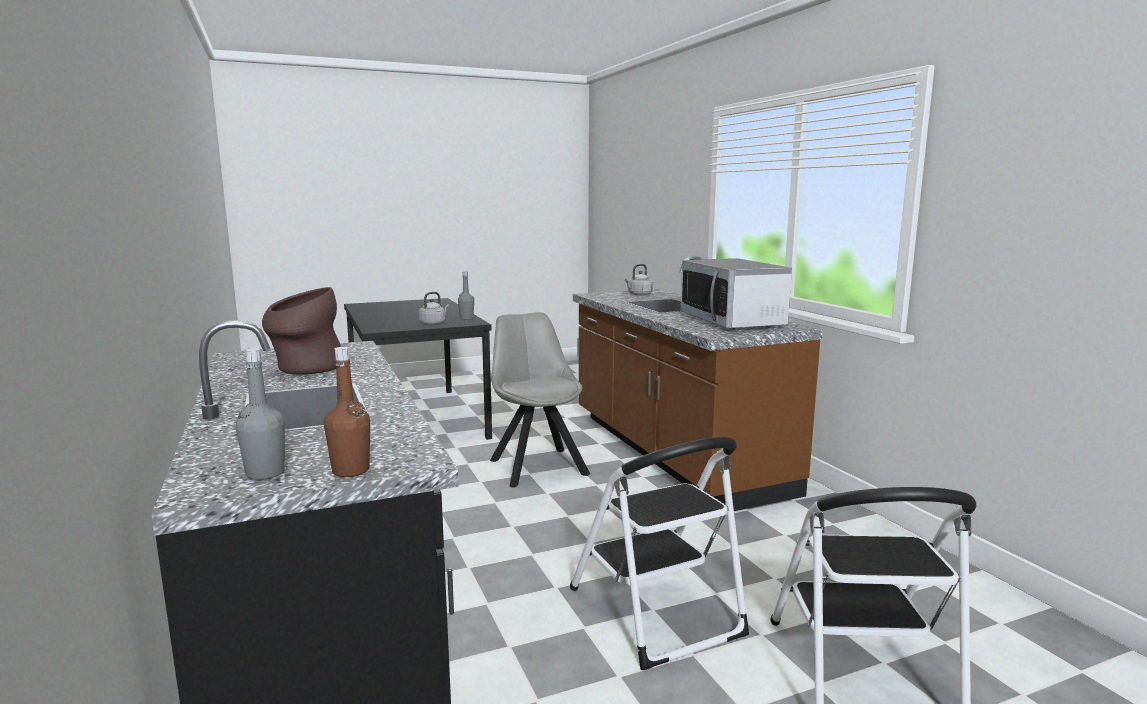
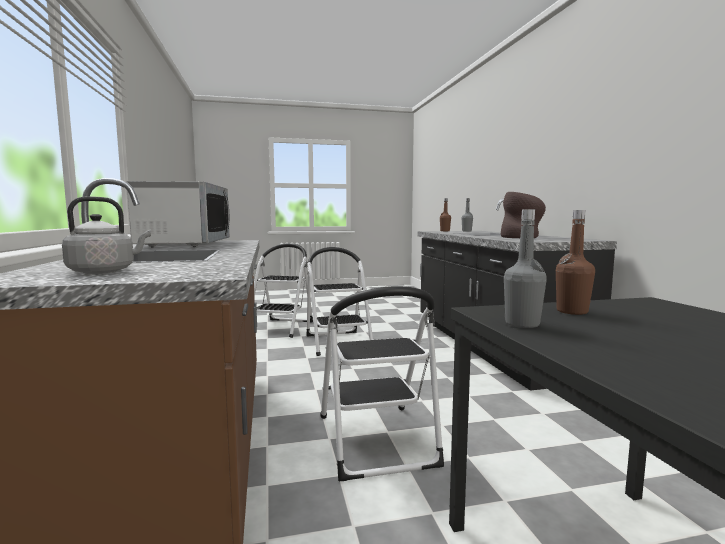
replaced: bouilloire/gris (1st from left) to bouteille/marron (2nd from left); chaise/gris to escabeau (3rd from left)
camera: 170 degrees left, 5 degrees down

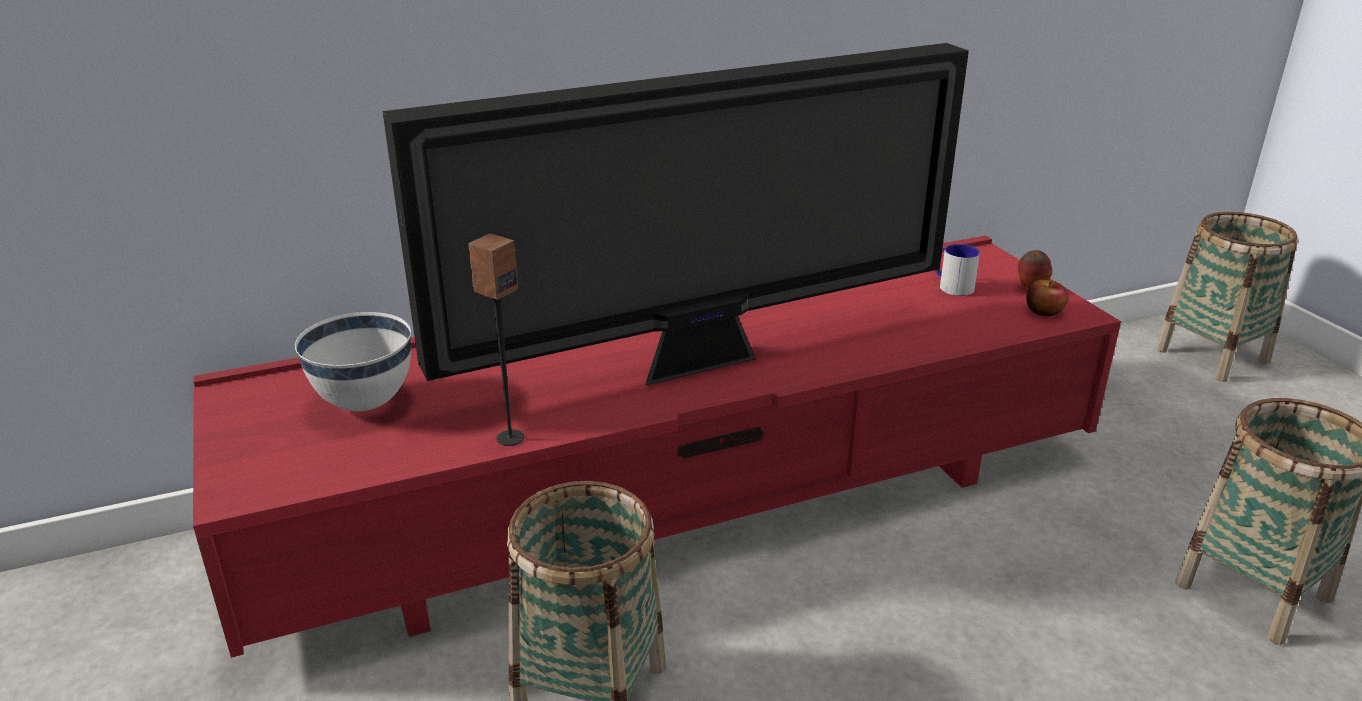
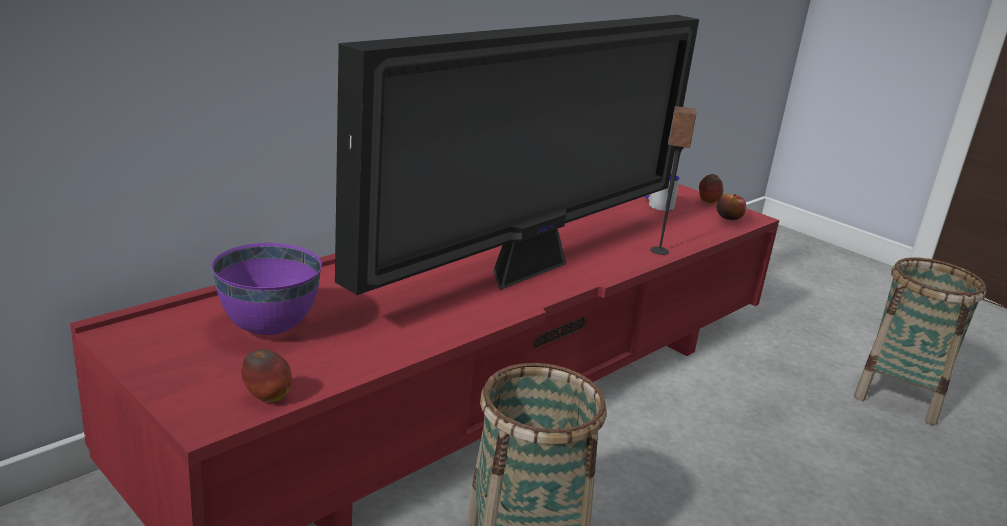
removed: panier (2nd from left)
added: pomme (1st from left)
moved: enceinte
recoloured: bol/blanc to bol/violet
camera: 25 degrees left, 5 degrees down

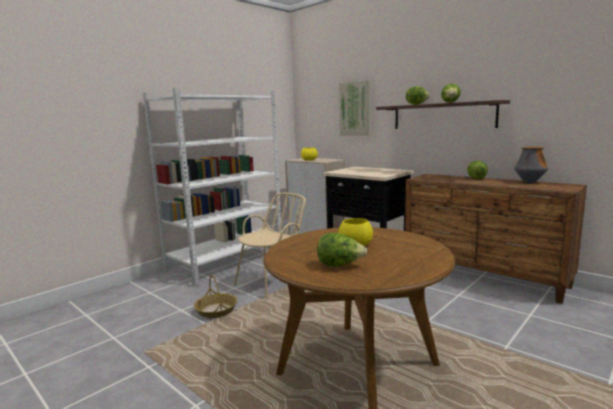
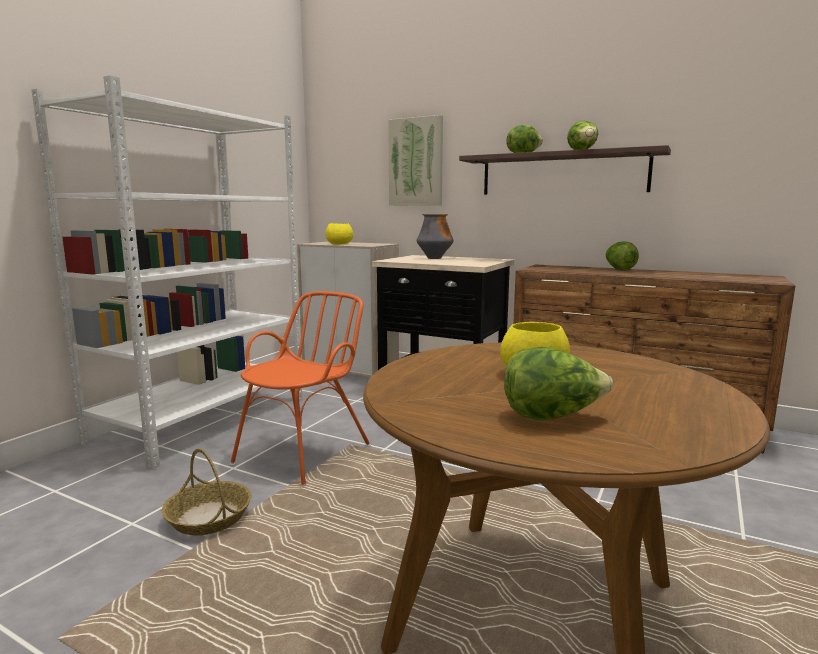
moved: vase
recoloured: chaise/beige to chaise/orange
camera: 15 degrees left, 0 degrees up

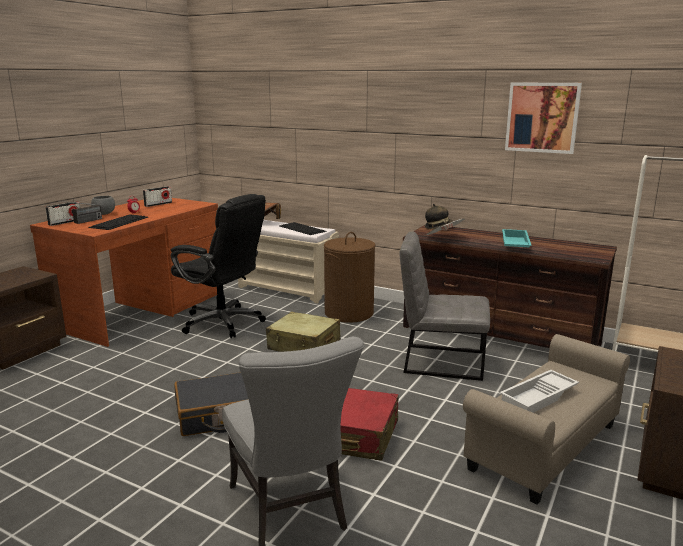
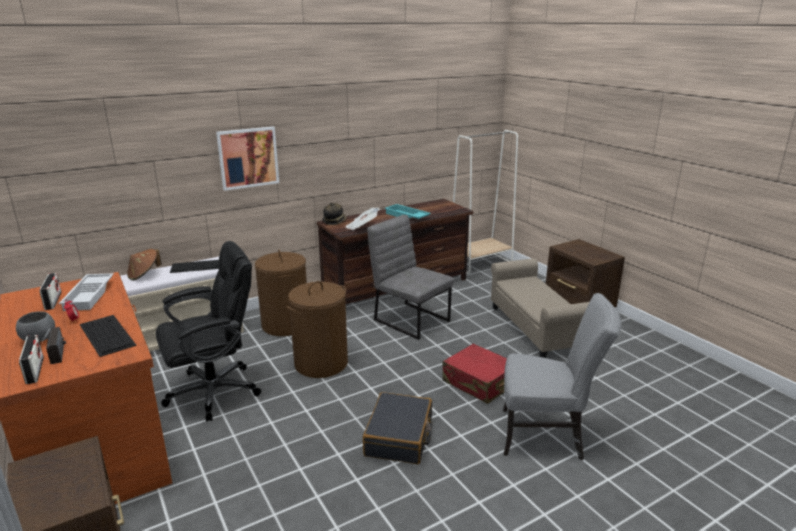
moved: plateau/blanc; tableau
replaced: valise/beige to panier à linge/marron (2nd from left)
turned: chaise/gris (2nd from left in the first image) 90 degrees clockwise
camera: 60 degrees left, 5 degrees up

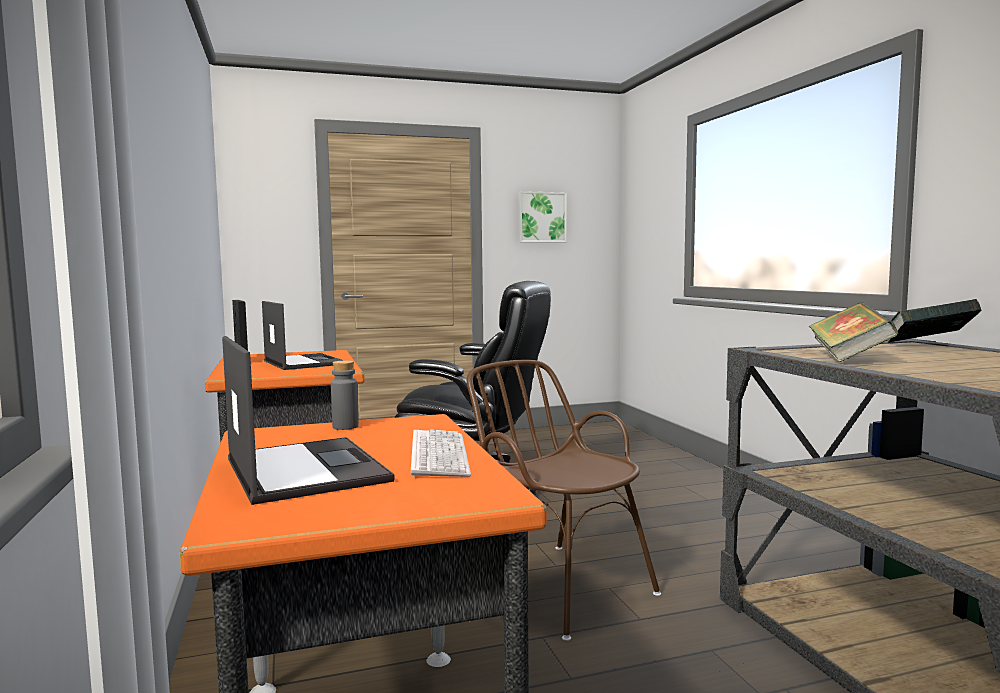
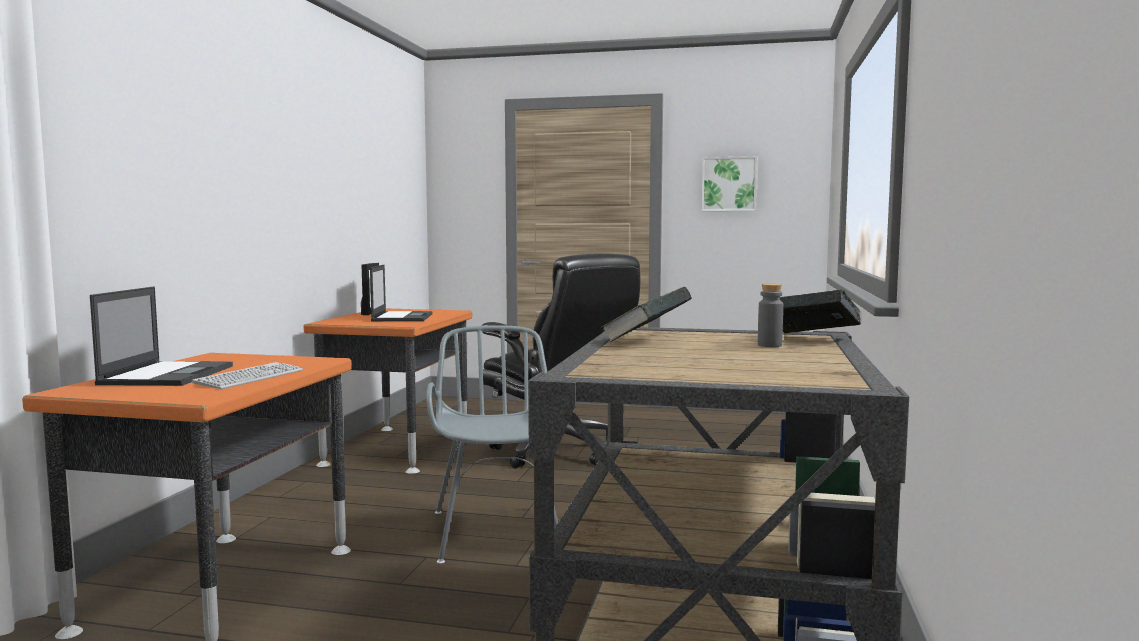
moved: bouteille/gris
recoloured: chaise/marron to chaise/gris
camera: 30 degrees right, 0 degrees up

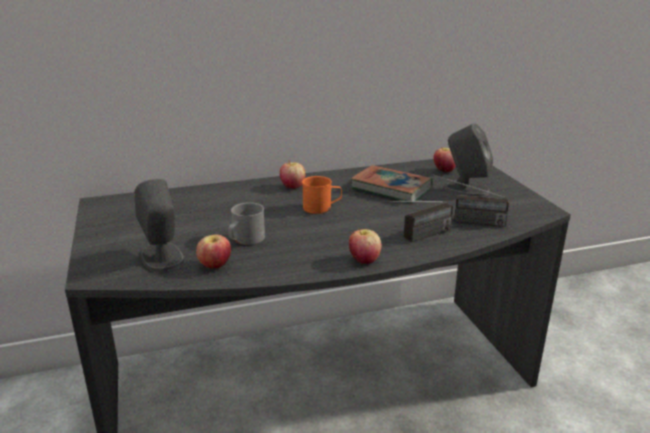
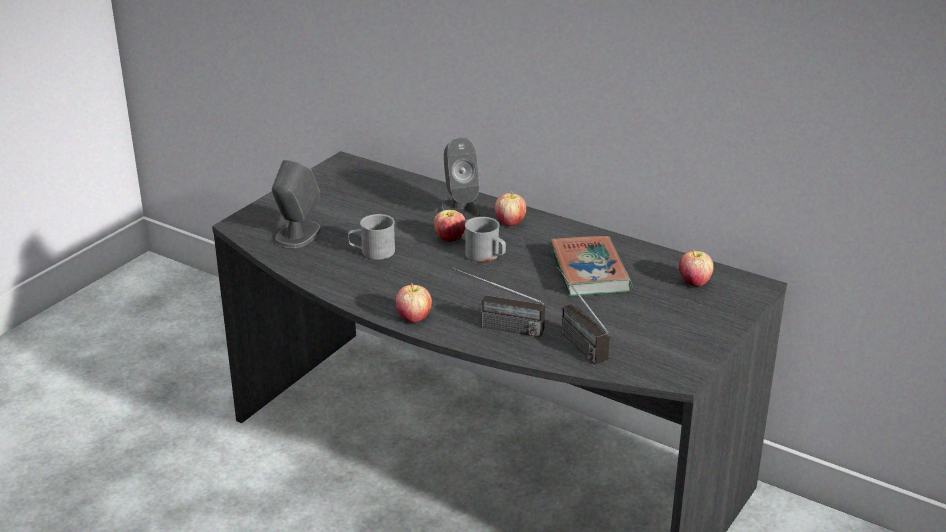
moved: pomme (1st from left in the first image) to pomme (2nd from left); enceinte/gris (2nd from left)
recoloured: mug/orange to mug/gris (2nd from left)
camera: 50 degrees right, 5 degrees up

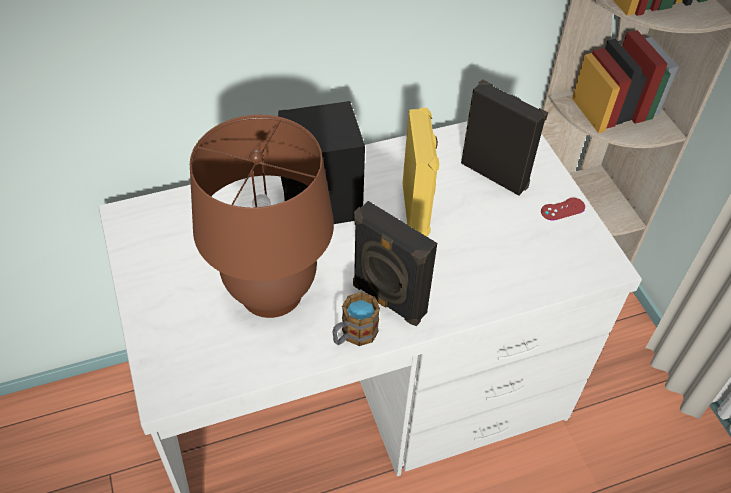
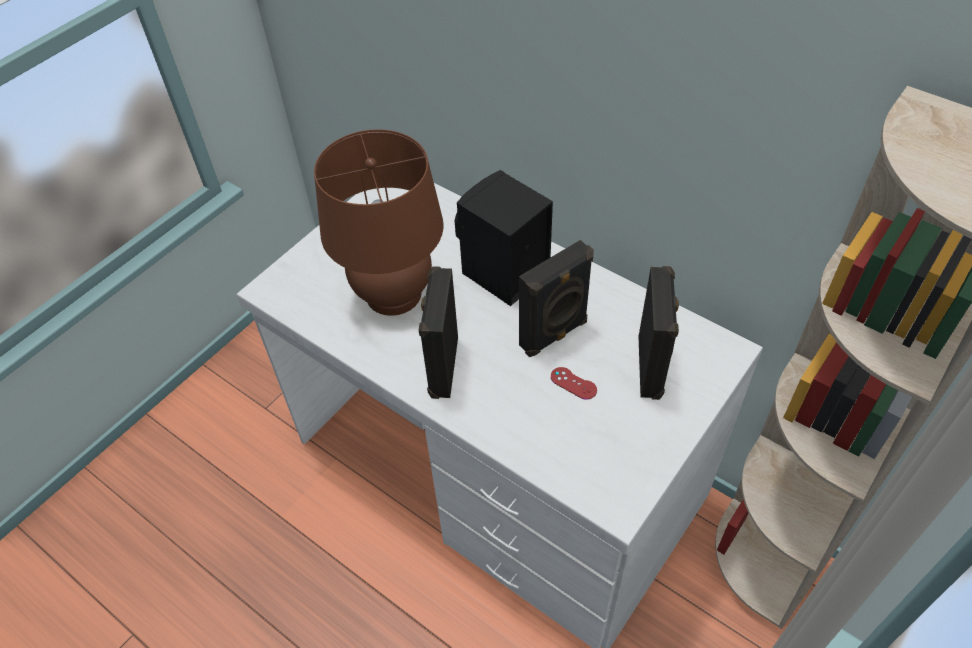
removed: mug
moved: manette/rouge
recoloured: enceinte/jaune to enceinte/noir (3rd from left)
camera: 60 degrees right, 0 degrees up

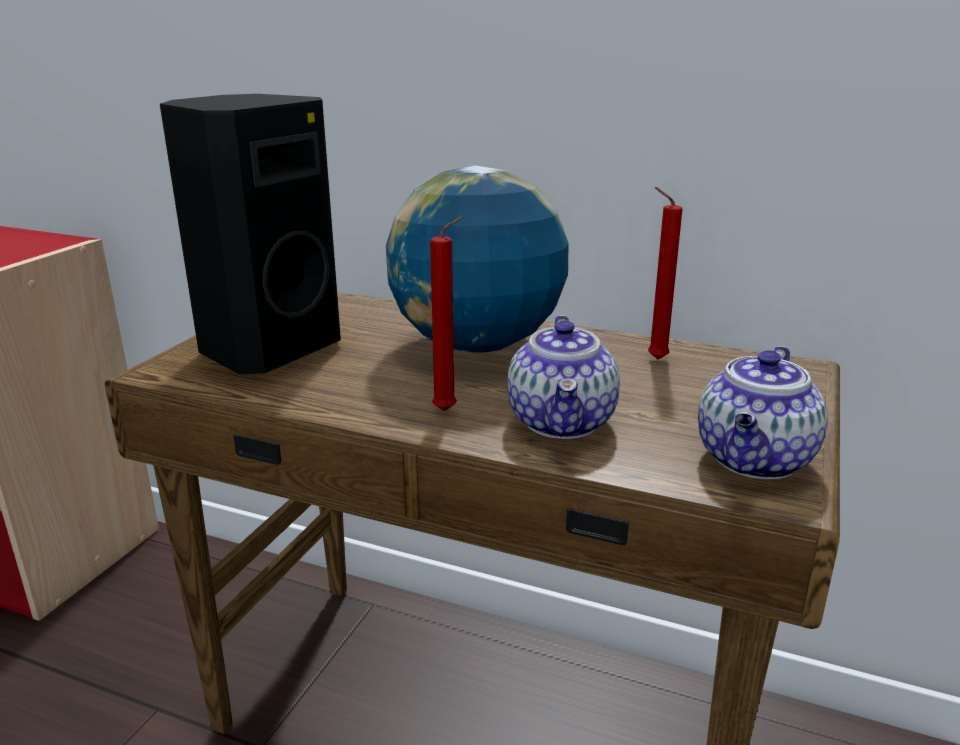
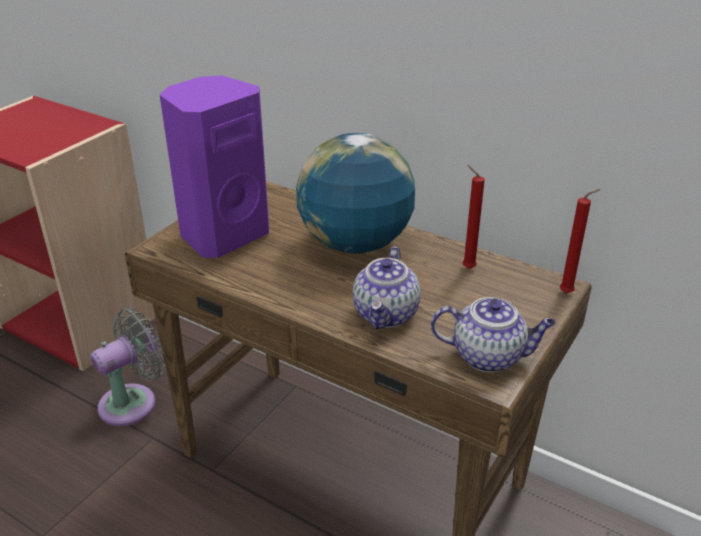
added: ventilateur/gris
moved: bougie/rouge (1st from left in the first image) to bougie/rouge (2nd from left)
recoloured: enceinte/noir to enceinte/violet
turned: théière (2nd from left) 120 degrees counterclockwise
camera: 10 degrees right, 10 degrees up

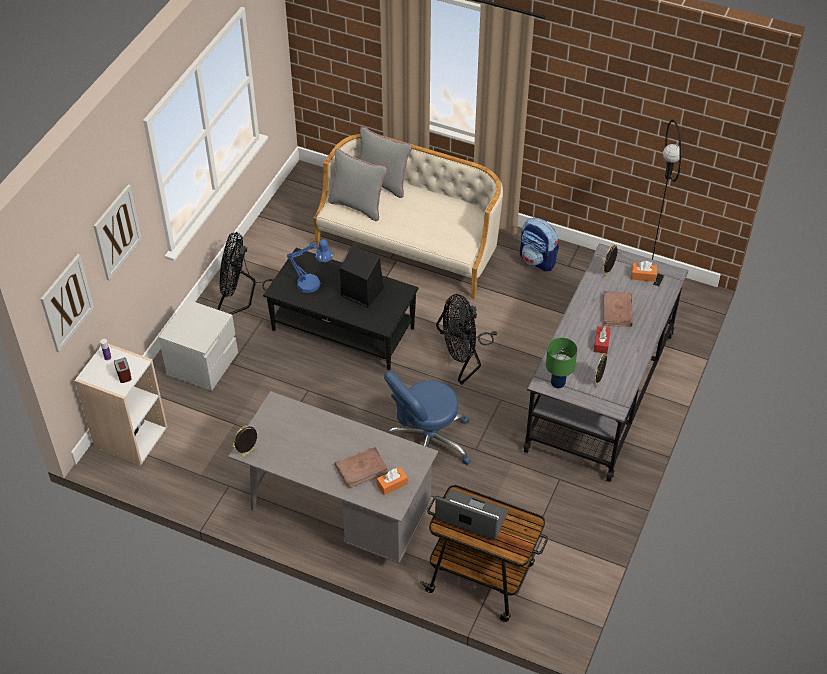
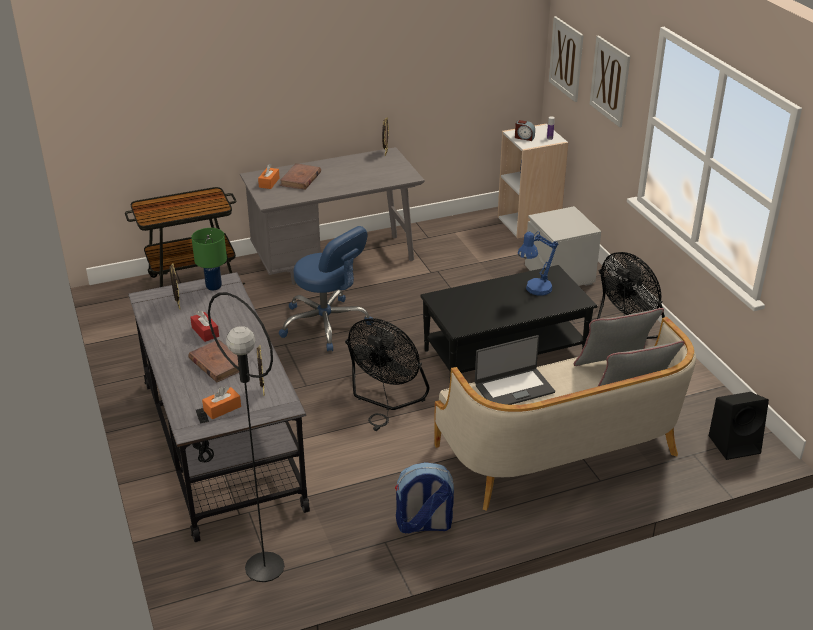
moved: enceinte/noir; ordinateur portable
turned: chaise de bureau/bleu 120 degrees clockwise
camera: 135 degrees right, 15 degrees down

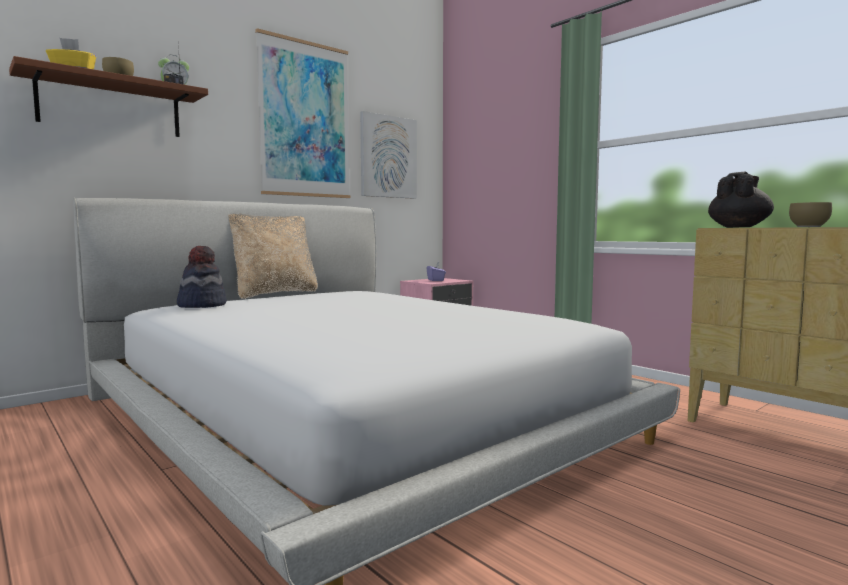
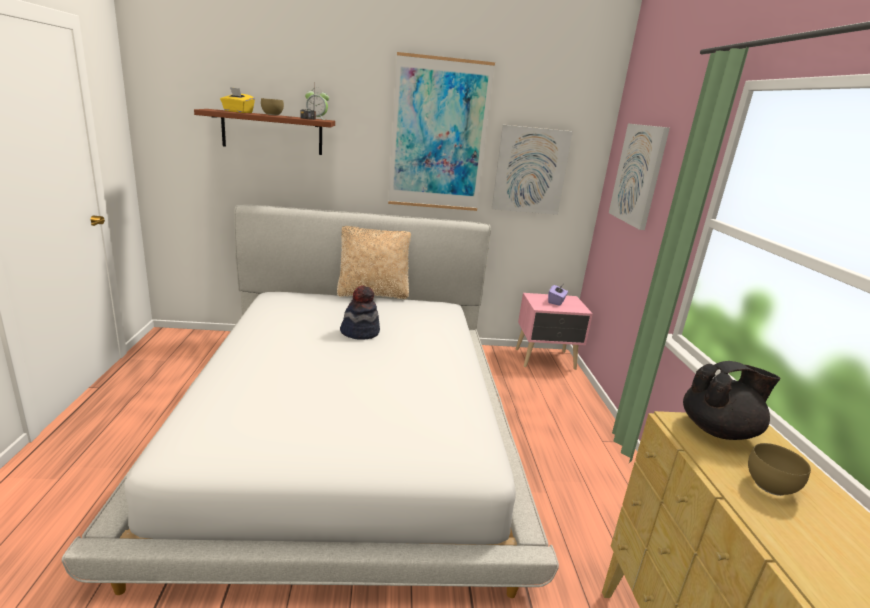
added: tableau (3rd from left)
moved: chapeau
camera: 35 degrees right, 15 degrees up

